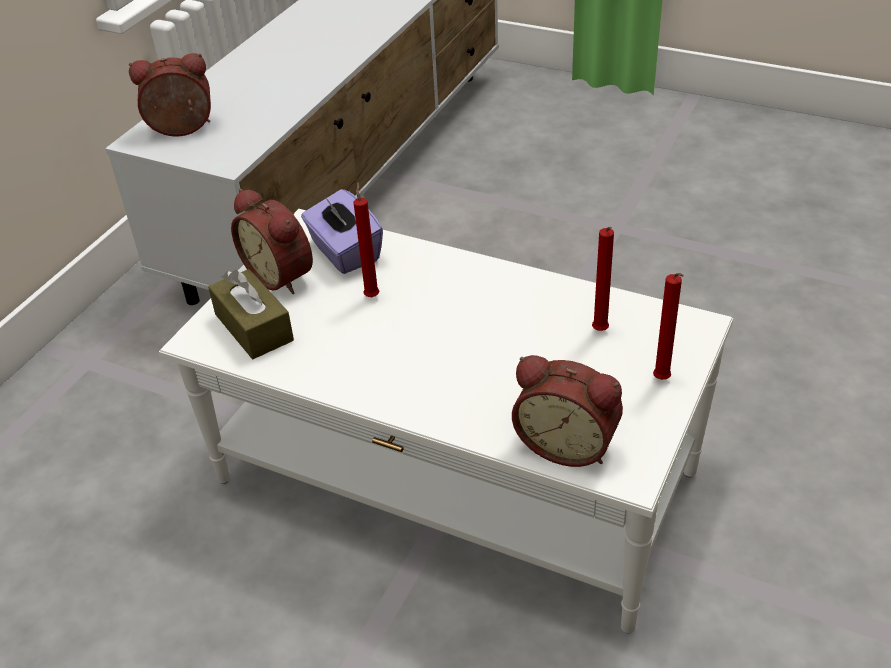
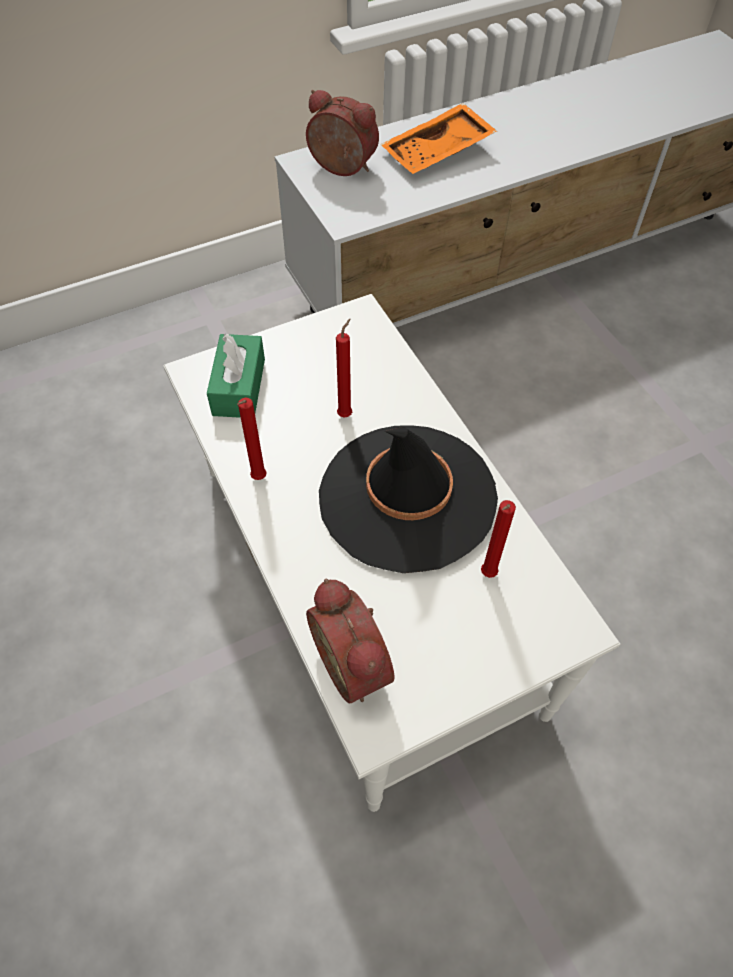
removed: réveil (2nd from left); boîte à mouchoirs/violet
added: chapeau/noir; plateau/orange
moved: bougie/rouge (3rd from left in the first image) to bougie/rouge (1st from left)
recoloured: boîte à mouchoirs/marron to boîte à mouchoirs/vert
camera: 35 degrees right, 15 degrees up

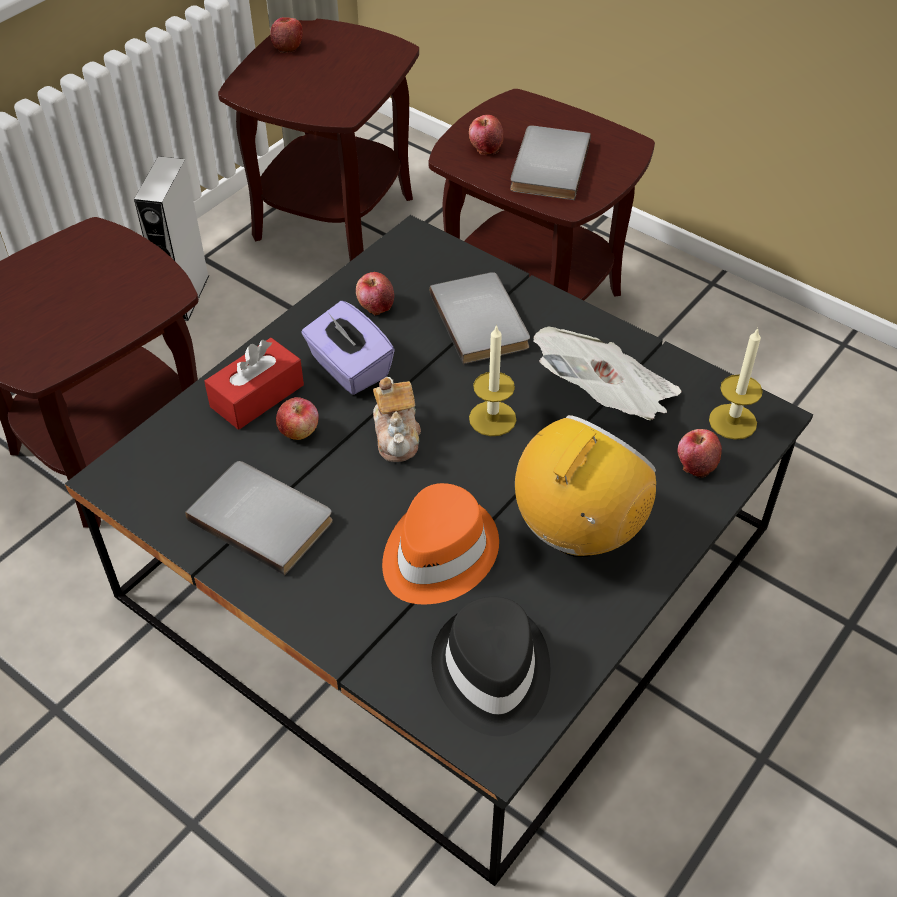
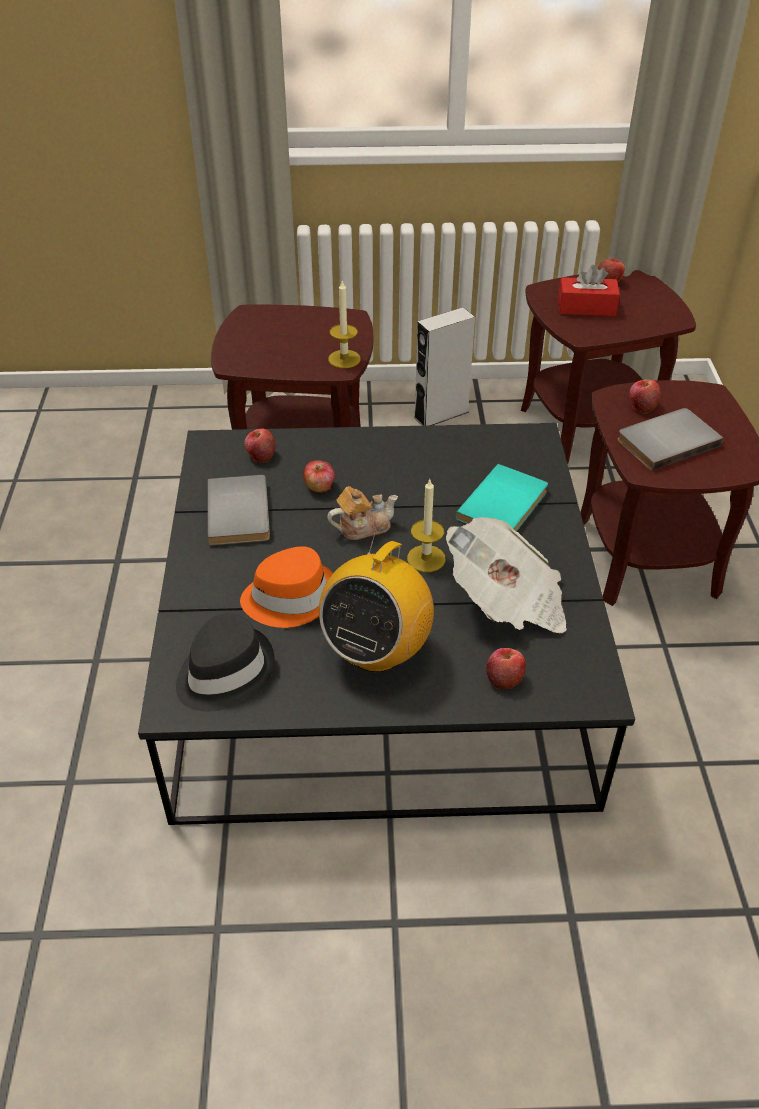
removed: boîte à mouchoirs/violet
moved: boîte à mouchoirs/rouge; pomme (3rd from left in the first image) to pomme (1st from left); bougie (2nd from left in the first image) to bougie (1st from left)
recoloured: livre/gris (2nd from left) to livre/turquoise
turned: théière 150 degrees counterclockwise; radio 120 degrees clockwise
camera: 50 degrees right, 5 degrees down

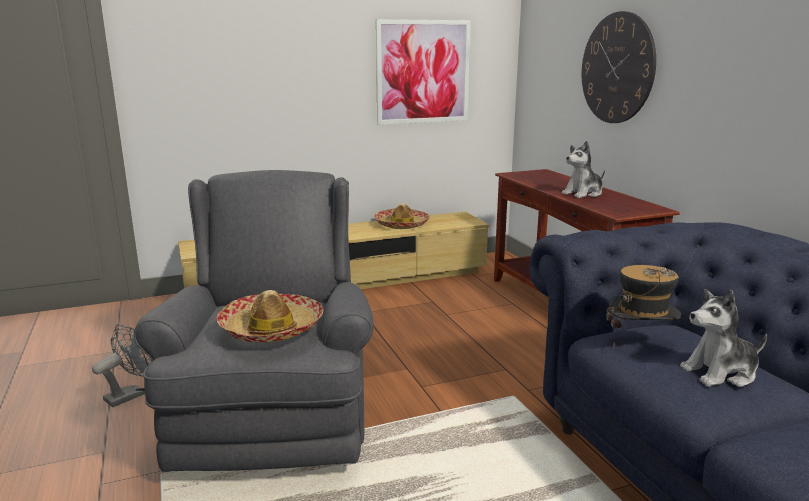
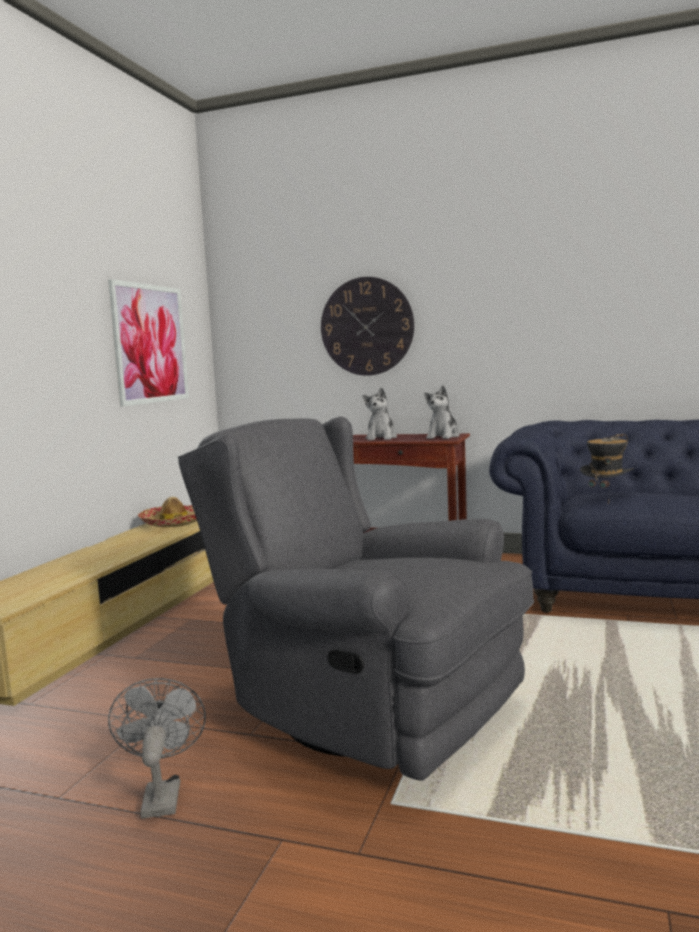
removed: chapeau (1st from left)
moved: peluche (2nd from left)
camera: 50 degrees left, 10 degrees down

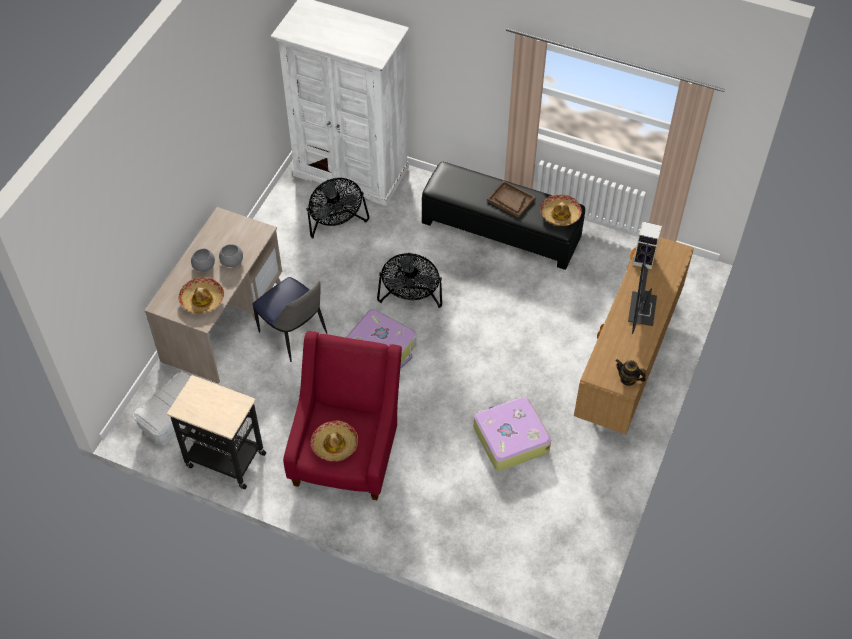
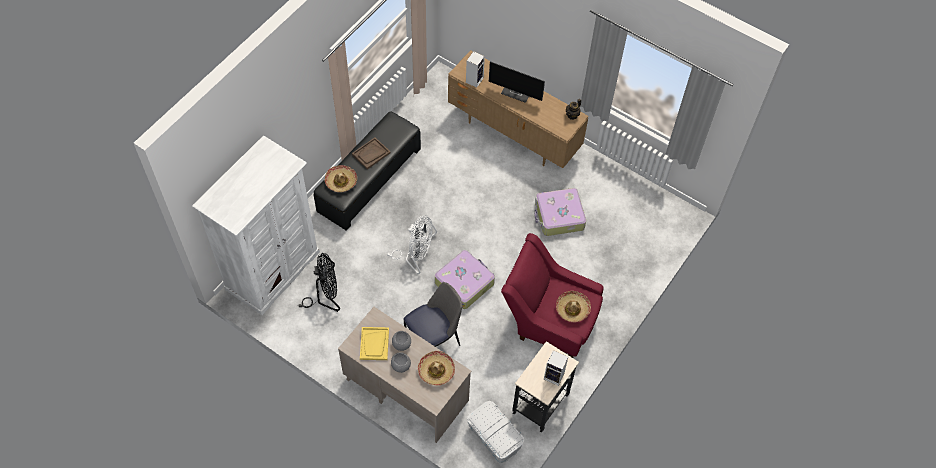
added: plateau/jaune; enceinte (2nd from left)
moved: chapeau (3rd from left in the first image) to chapeau (1st from left)
recoloured: ventilateur/noir (2nd from left) to ventilateur/blanc
camera: 80 degrees left, 5 degrees up

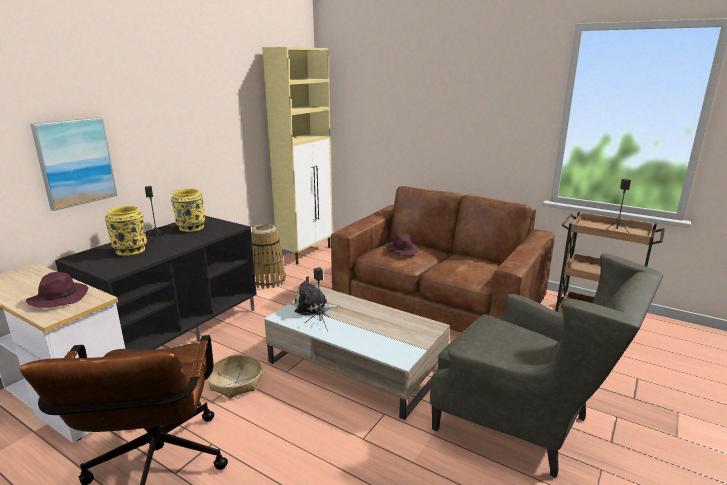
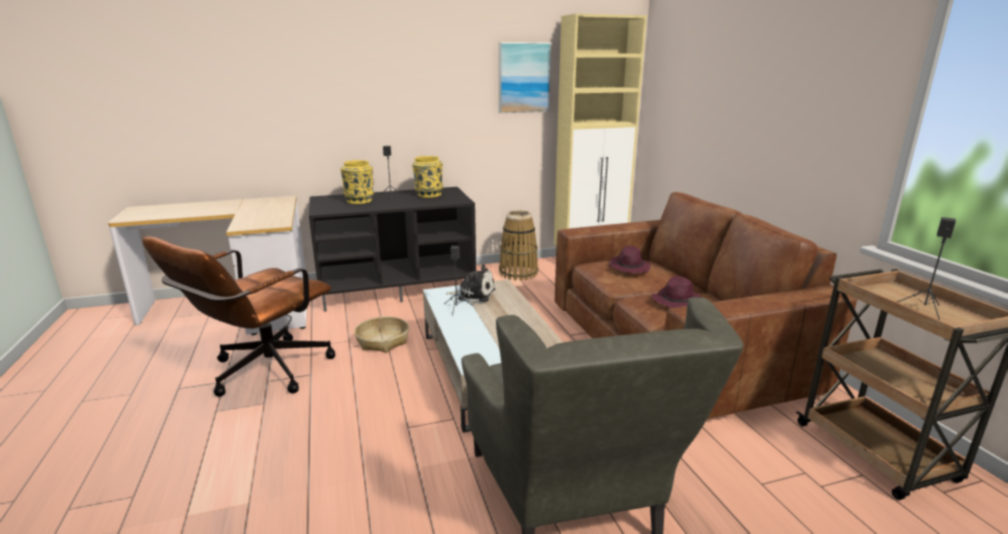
moved: chapeau/violet (1st from left in the first image) to chapeau/violet (2nd from left); tableau
turned: peluche 150 degrees clockwise
camera: 40 degrees right, 0 degrees up

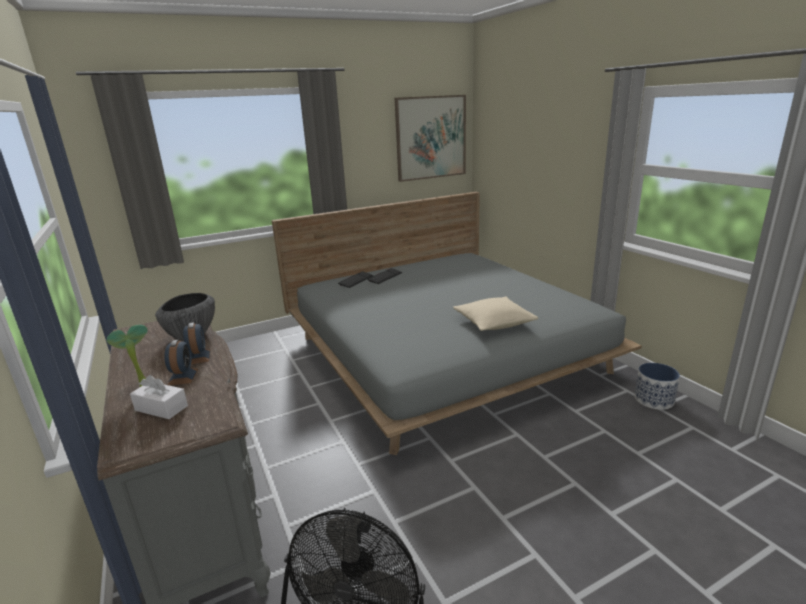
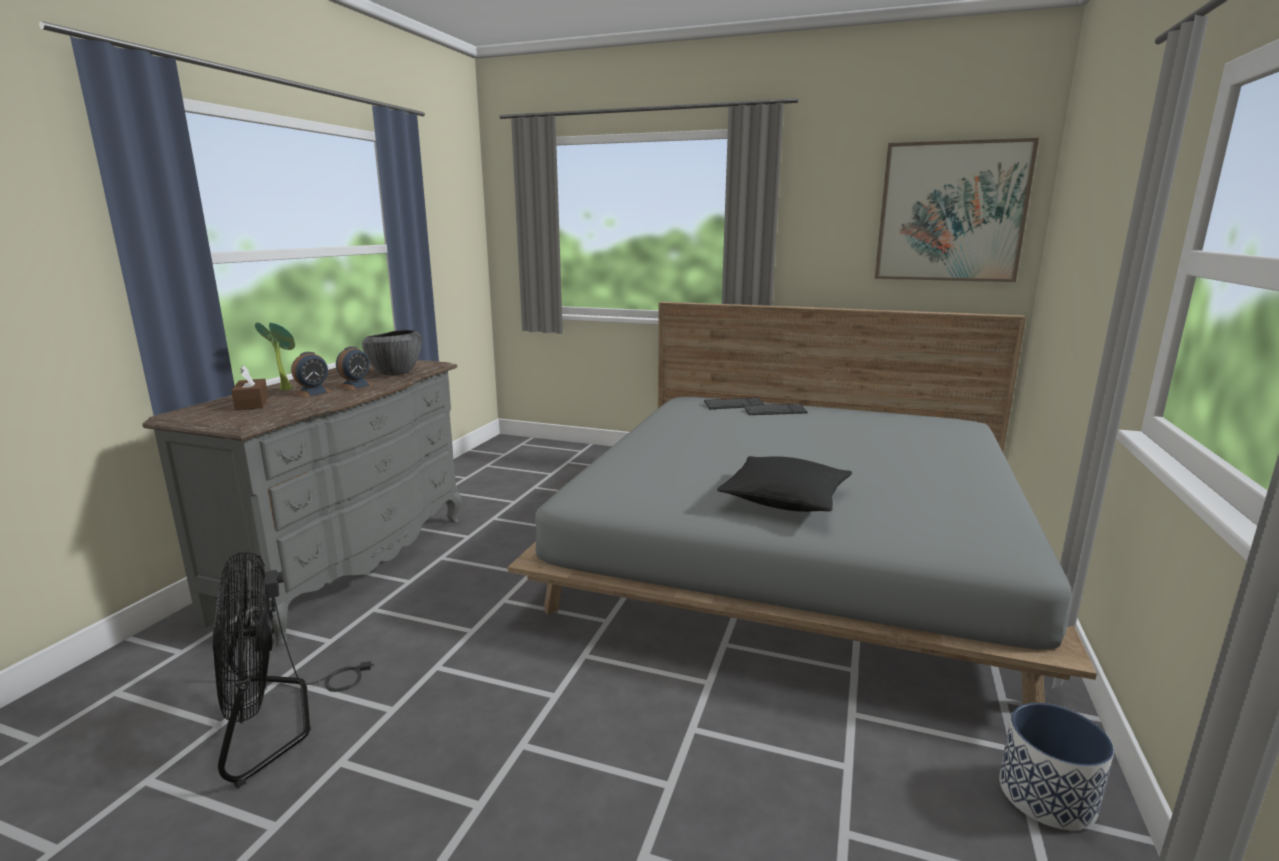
recoloured: boîte à mouchoirs/blanc to boîte à mouchoirs/marron; coussin/beige to coussin/noir
camera: 45 degrees right, 5 degrees down

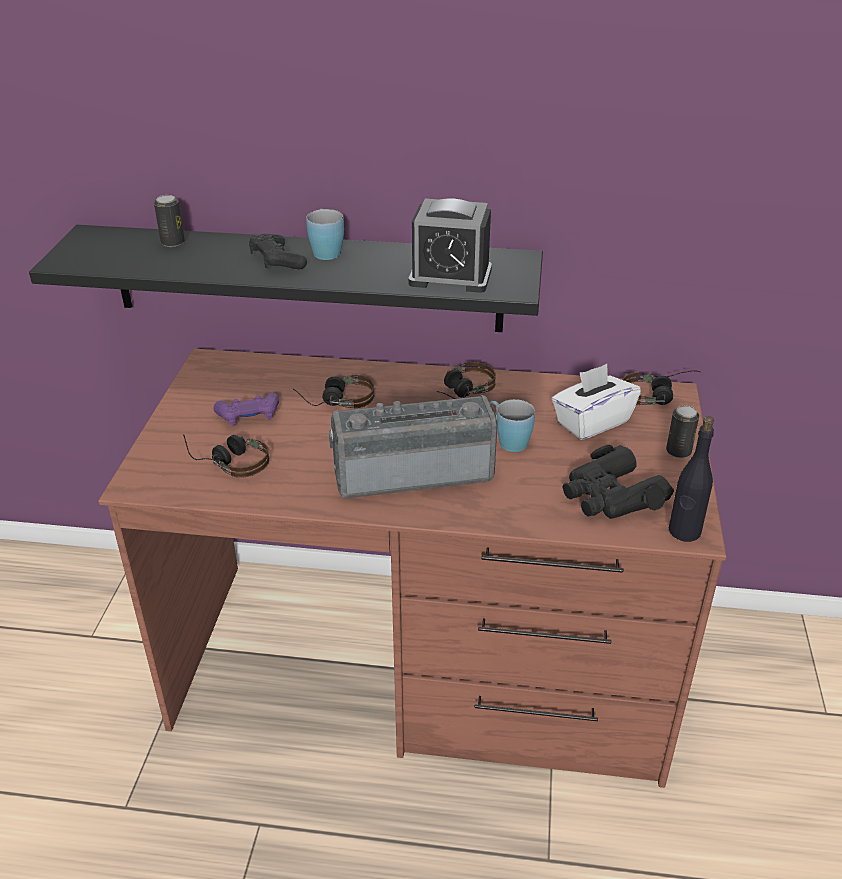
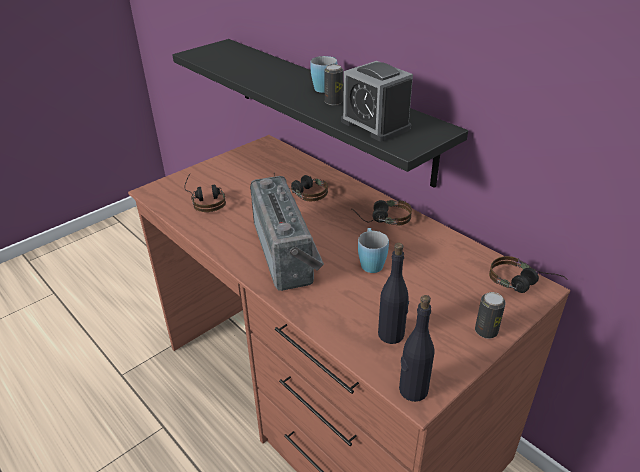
removed: manette/violet; manette/noir; boîte à mouchoirs/blanc
moved: boîte métallique (1st from left)
replaced: jumelles/noir to bouteille/noir (1st from left)
turned: radio 45 degrees clockwise
camera: 40 degrees right, 0 degrees up

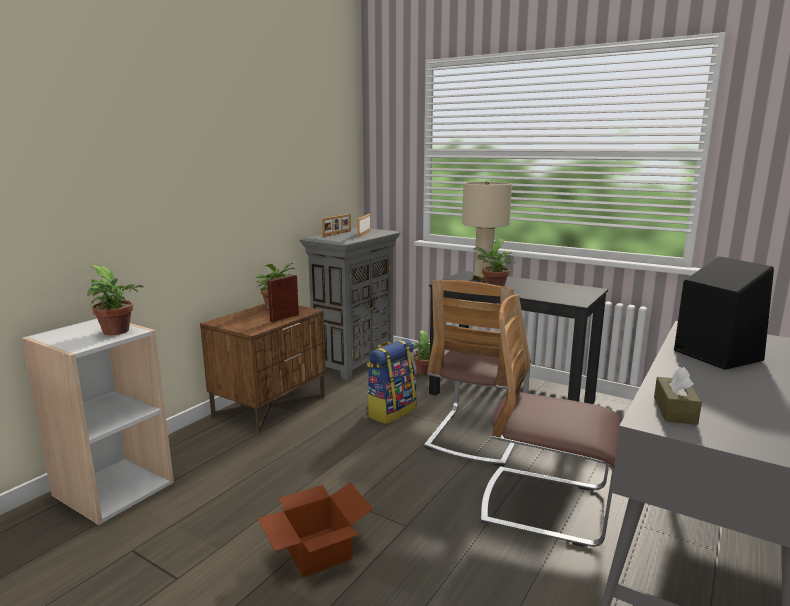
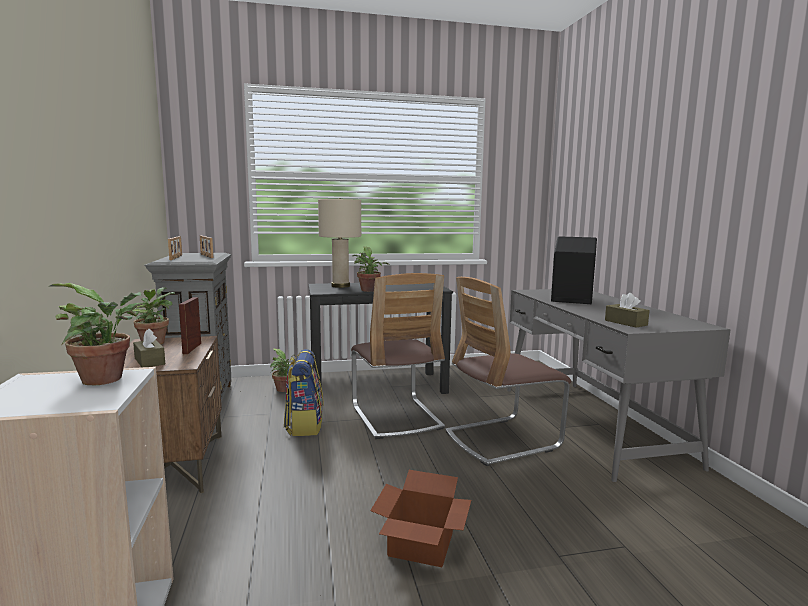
added: boîte à mouchoirs/marron (1st from left)
camera: 45 degrees left, 5 degrees down

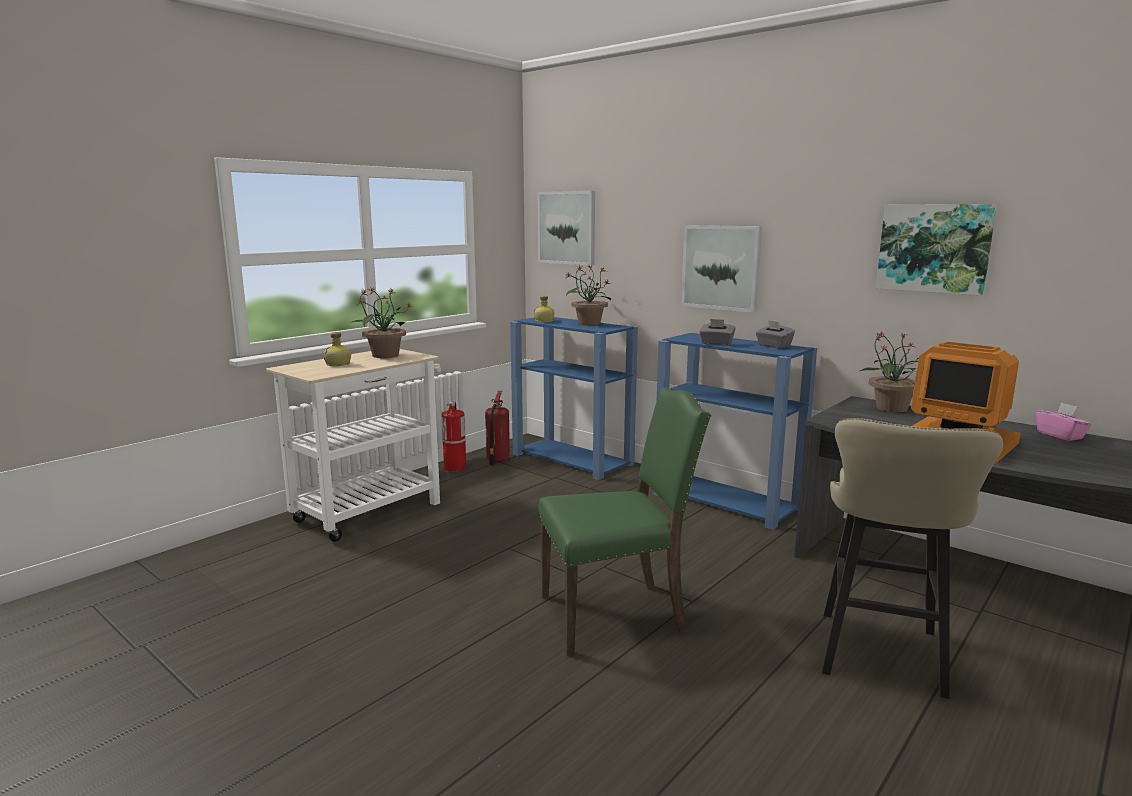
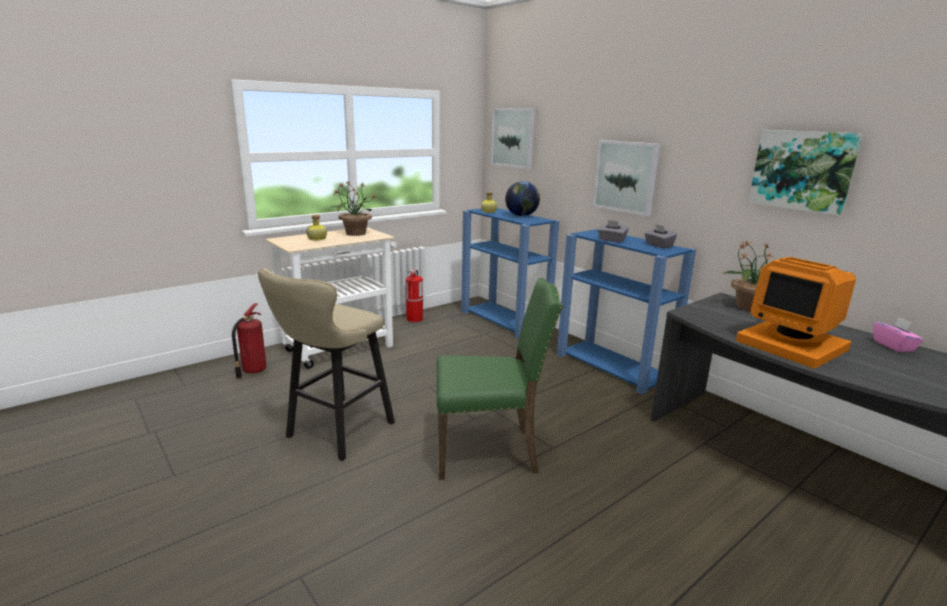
moved: extincteur (2nd from left in the first image) to extincteur (1st from left); tabouret/beige
replaced: plante en pot (2nd from left) to globe
camera: 10 degrees right, 5 degrees up

